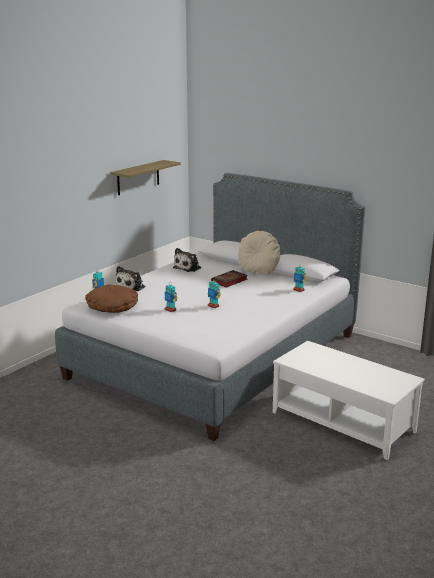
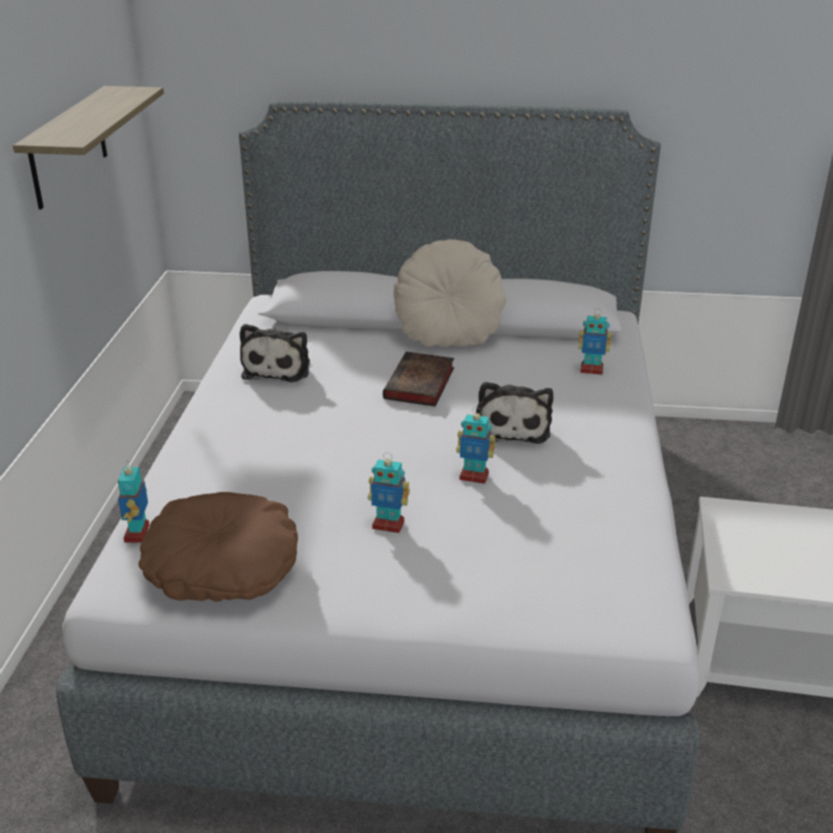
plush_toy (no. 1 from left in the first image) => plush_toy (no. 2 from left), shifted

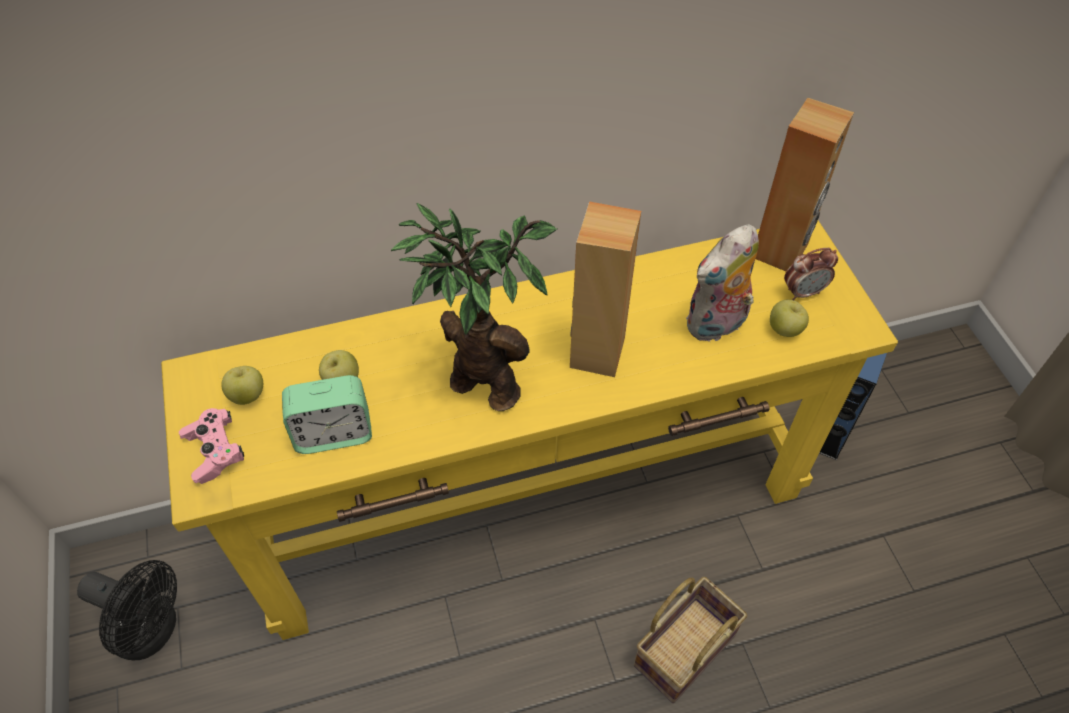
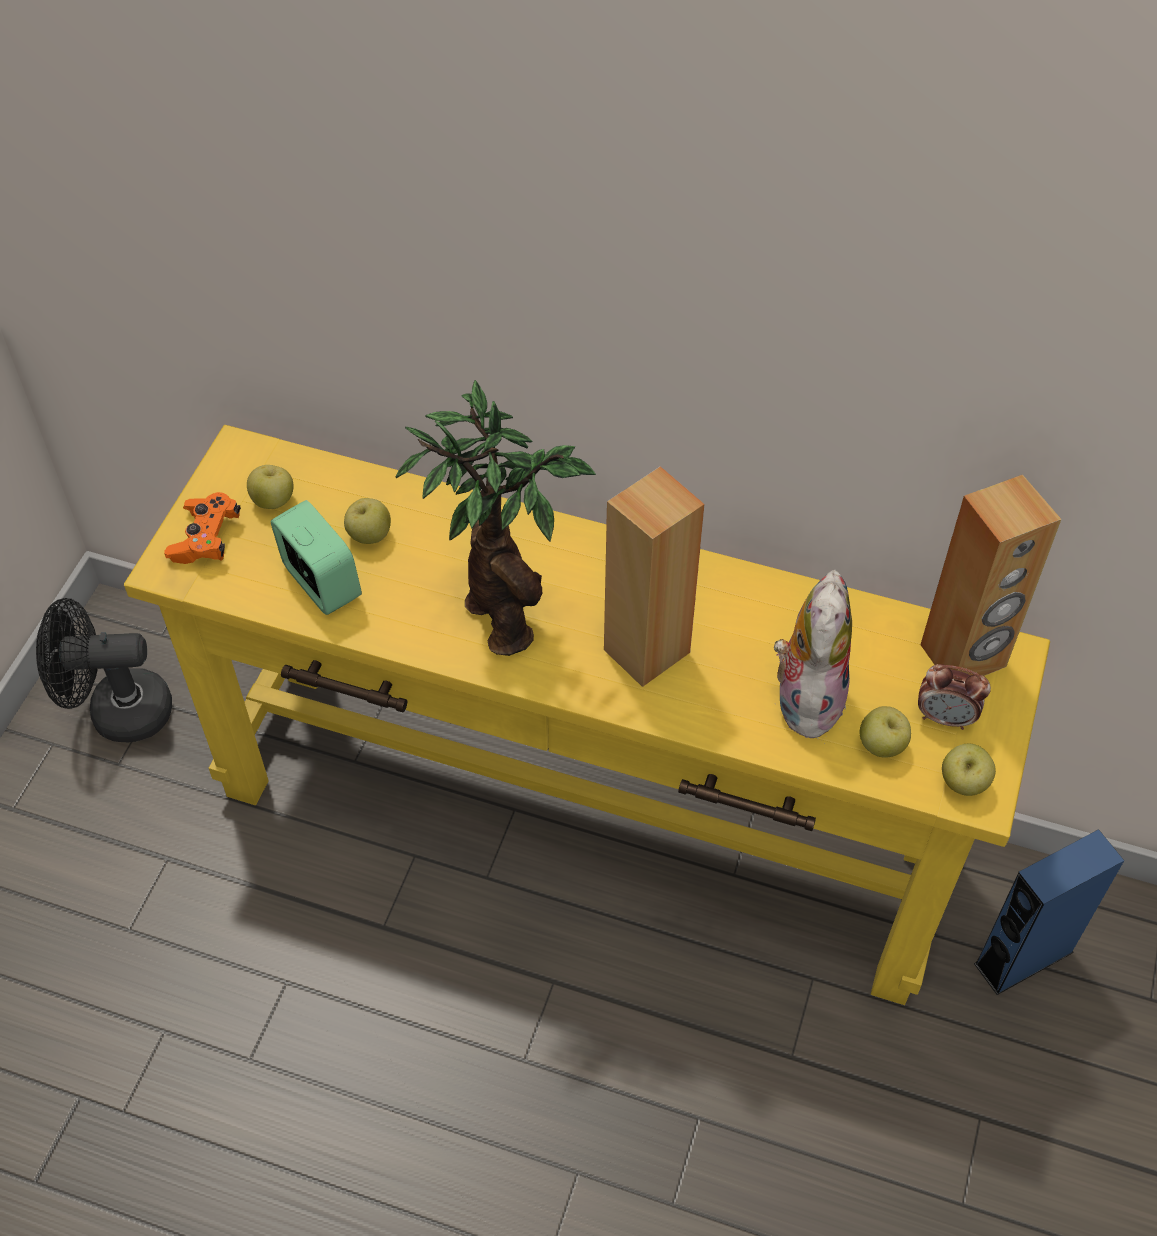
black_fan, 120 degrees clockwise
pink_game_controller => orange_game_controller
alarm_clock (no. 1 from left), 150 degrees counterclockwise
plush_toy, 105 degrees clockwise
nothing => apple (no. 4 from left)
basket => nothing

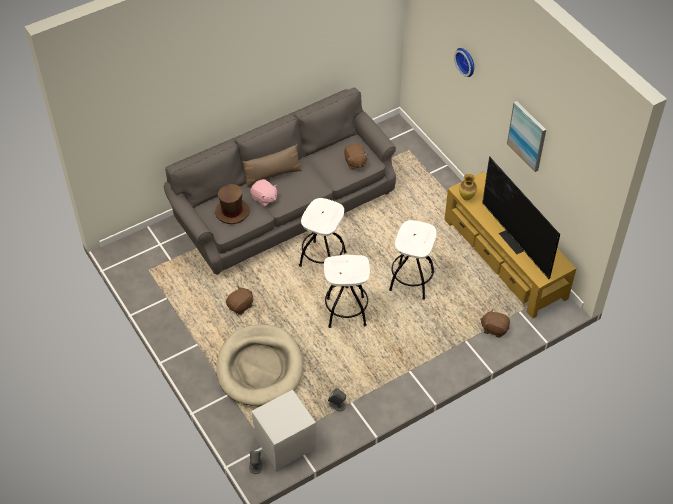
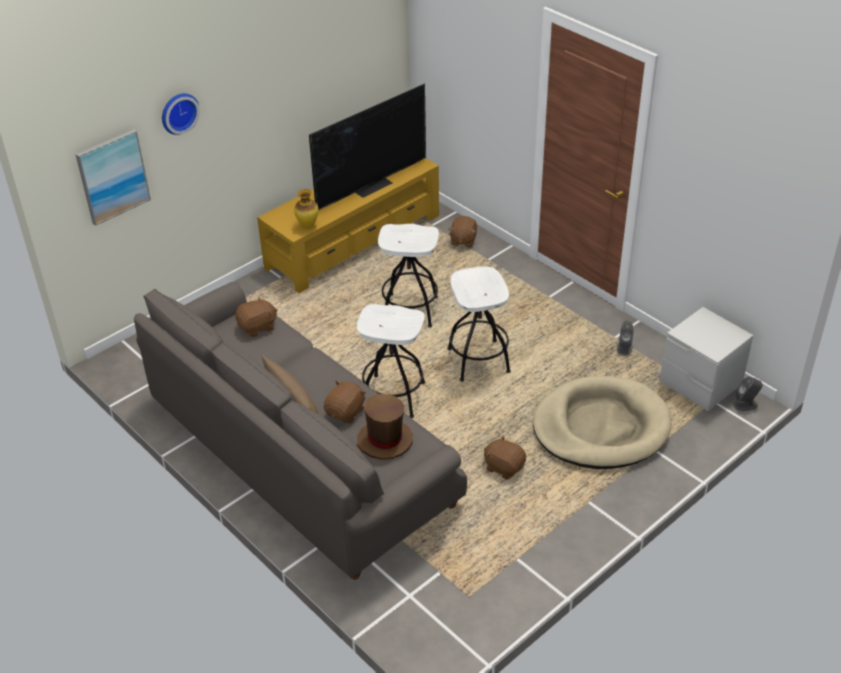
picture, shifted
pink_plush_toy => brown_plush_toy (no. 2 from left)

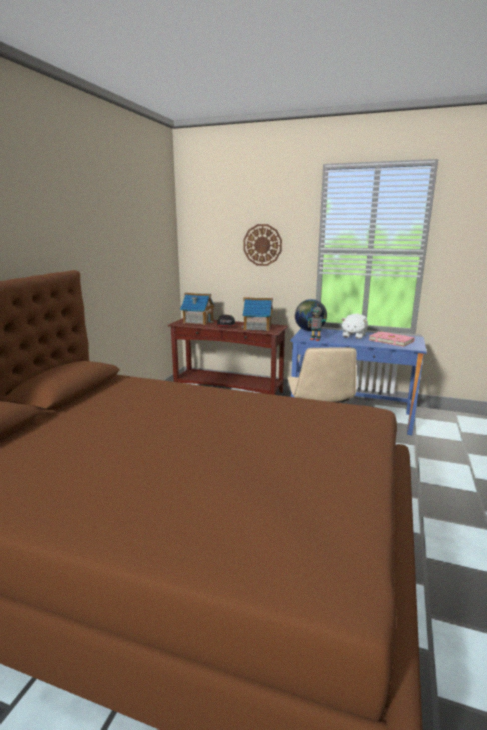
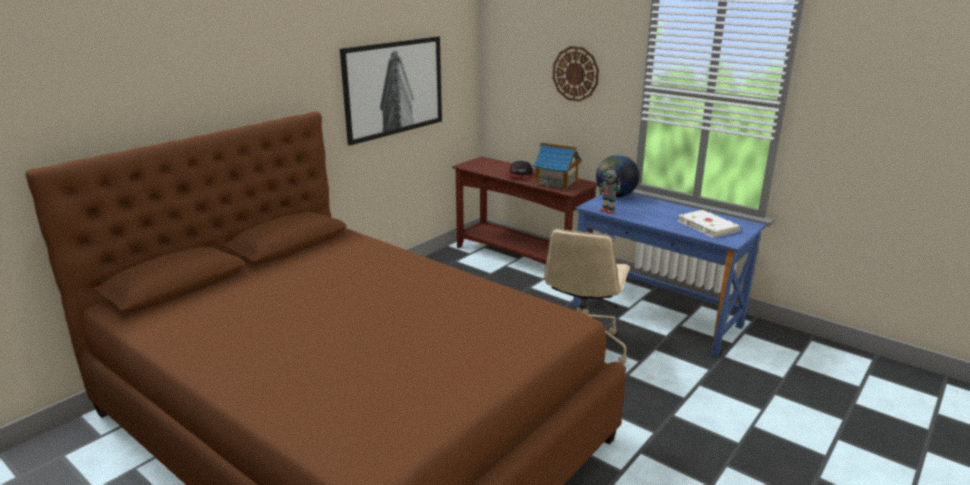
nothing => picture
pink_book => white_book
toy_house (no. 1 from left) => nothing
white_plush_toy => nothing

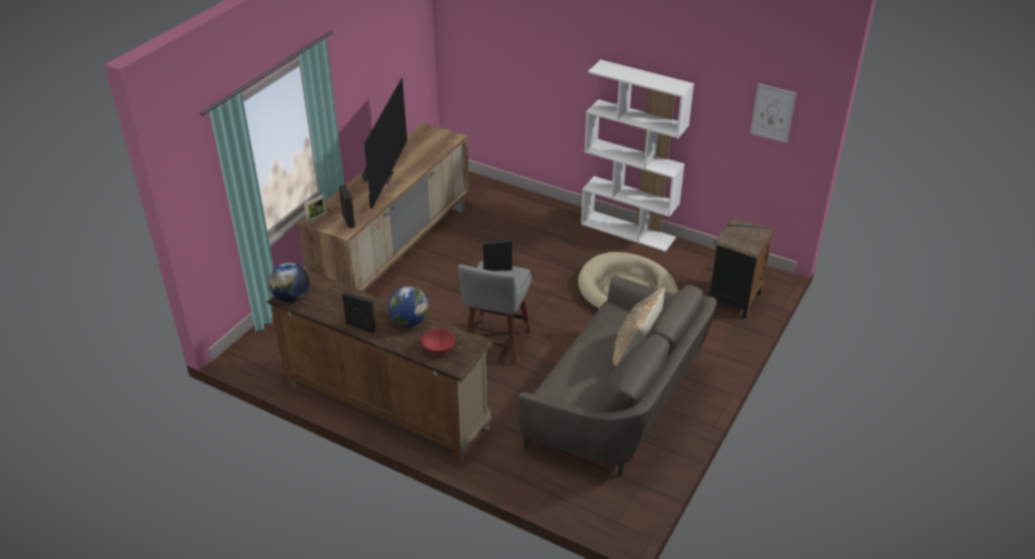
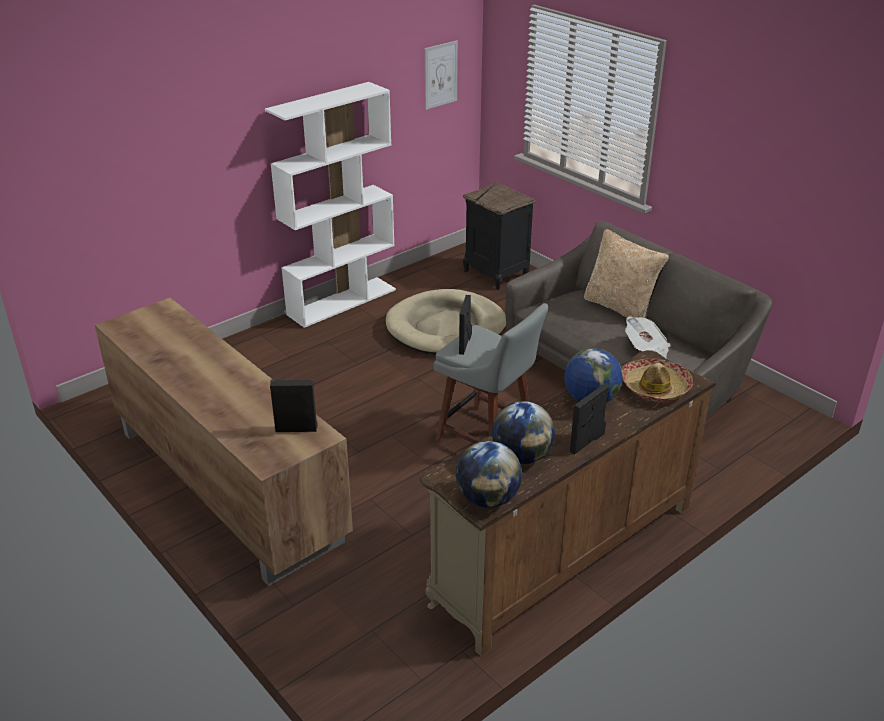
nothing => globe (no. 2 from left)
red_bowl => hat
nothing => newspaper
picture_frame (no. 1 from left) => nothing
television => nothing

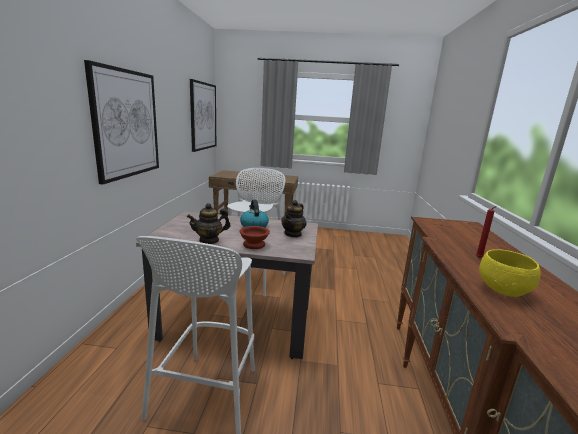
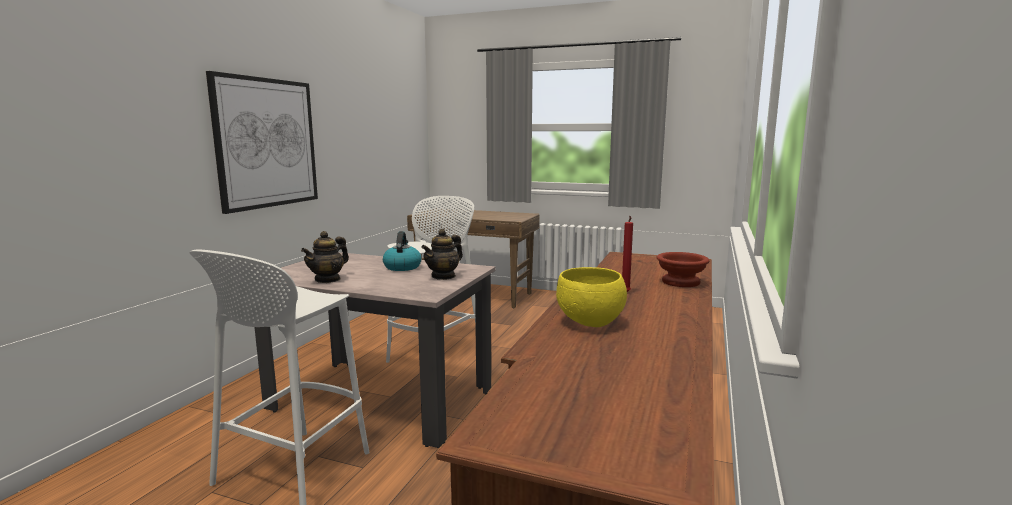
teapot (no. 1 from left), 45 degrees counterclockwise
brown_bowl, shifted
picture (no. 2 from left) => nothing

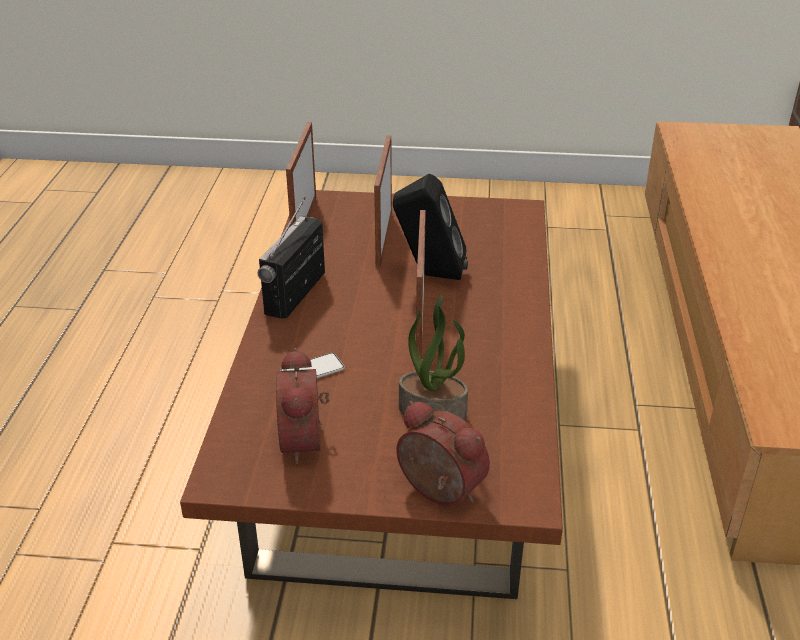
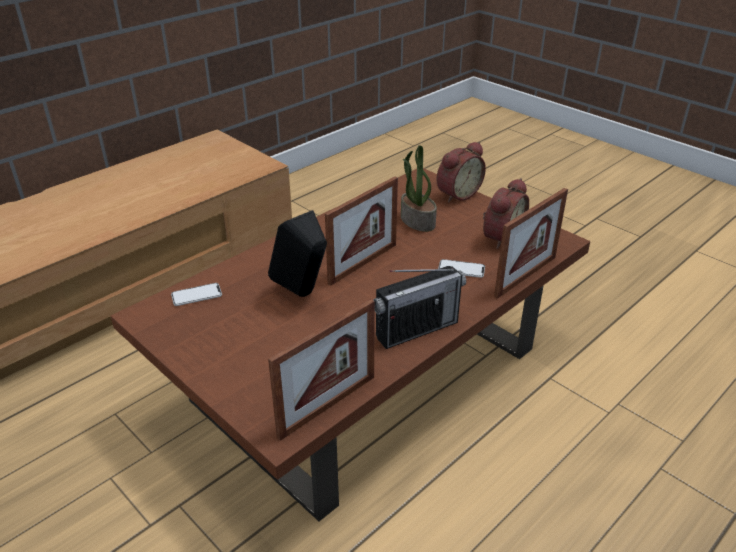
nothing => phone (no. 1 from left)
alarm_clock (no. 2 from left in the first image) => alarm_clock (no. 1 from left), 120 degrees counterclockwise
picture_frame (no. 2 from left in the first image) => picture_frame (no. 3 from left), shifted

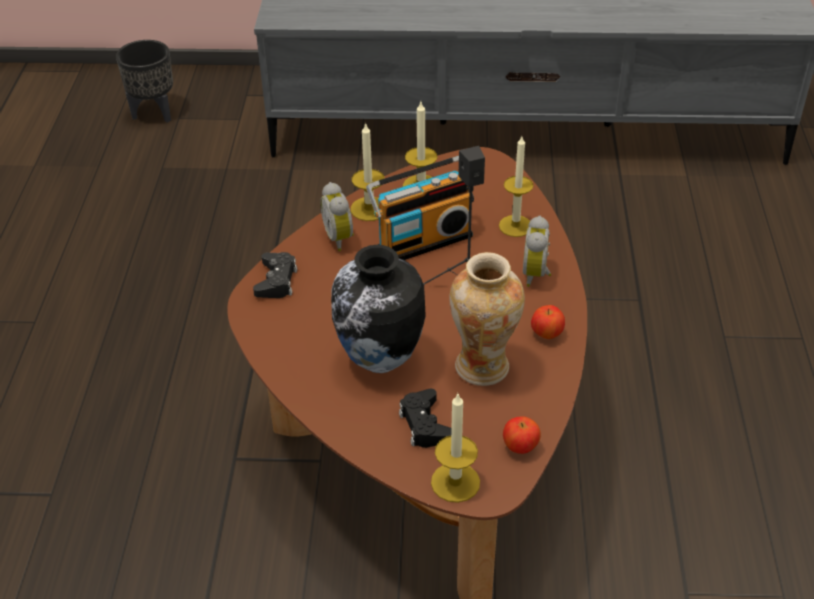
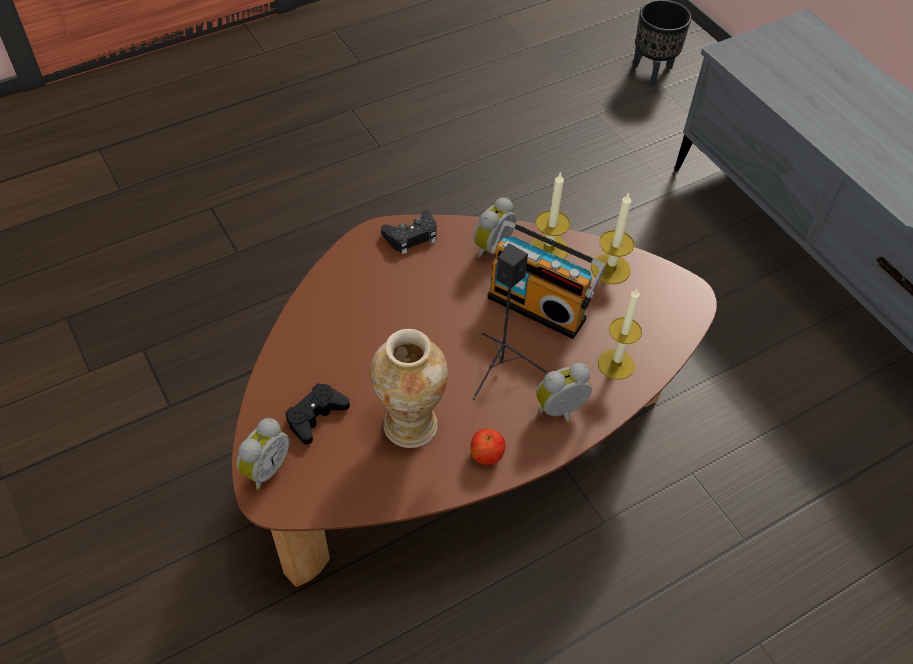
candle (no. 3 from left) => alarm_clock (no. 1 from left)
vase (no. 1 from left) => nothing
apple (no. 1 from left) => nothing

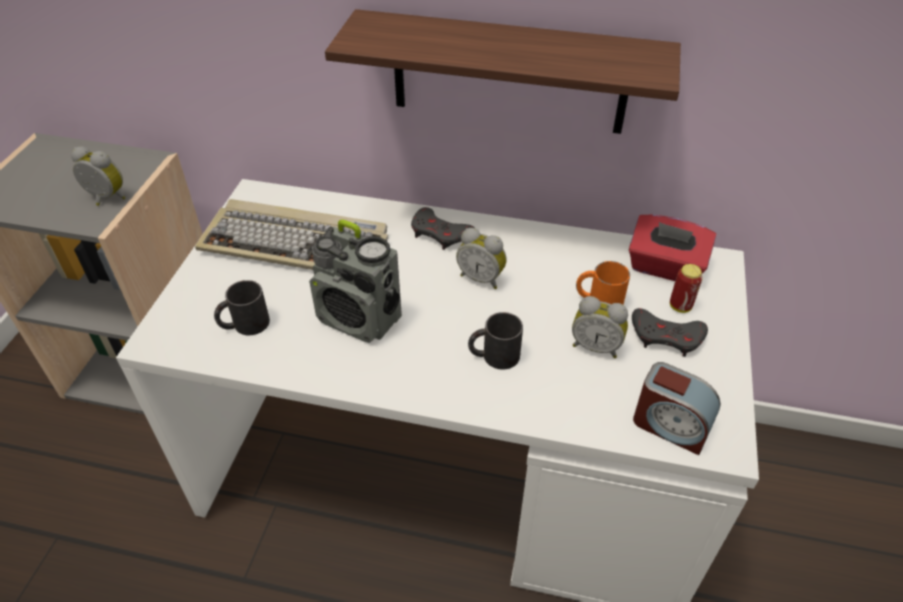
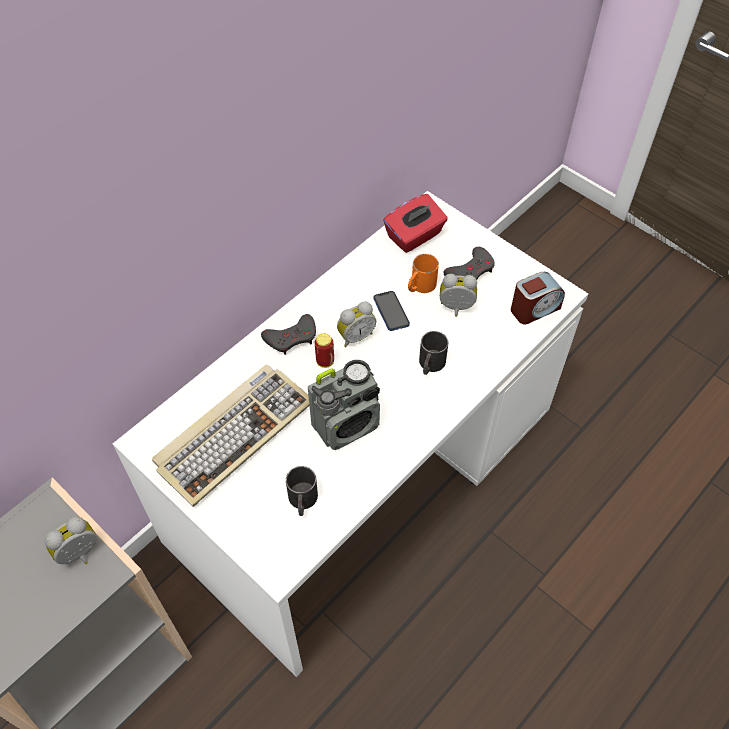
can, shifted
nothing => phone
alarm_clock (no. 3 from left), 135 degrees counterclockwise
shelf => nothing

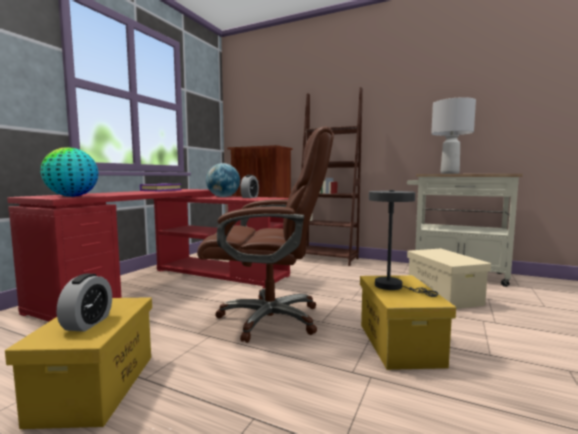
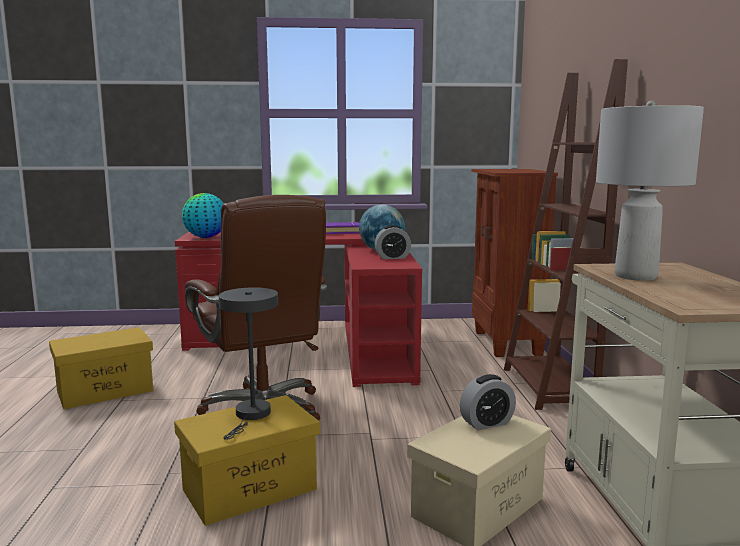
alarm_clock (no. 1 from left in the first image) => alarm_clock (no. 2 from left), shifted

